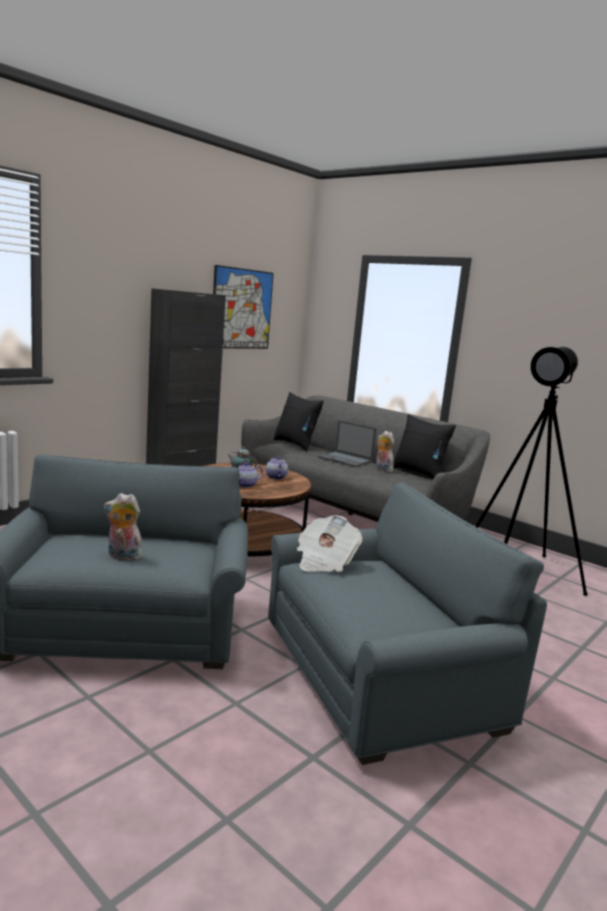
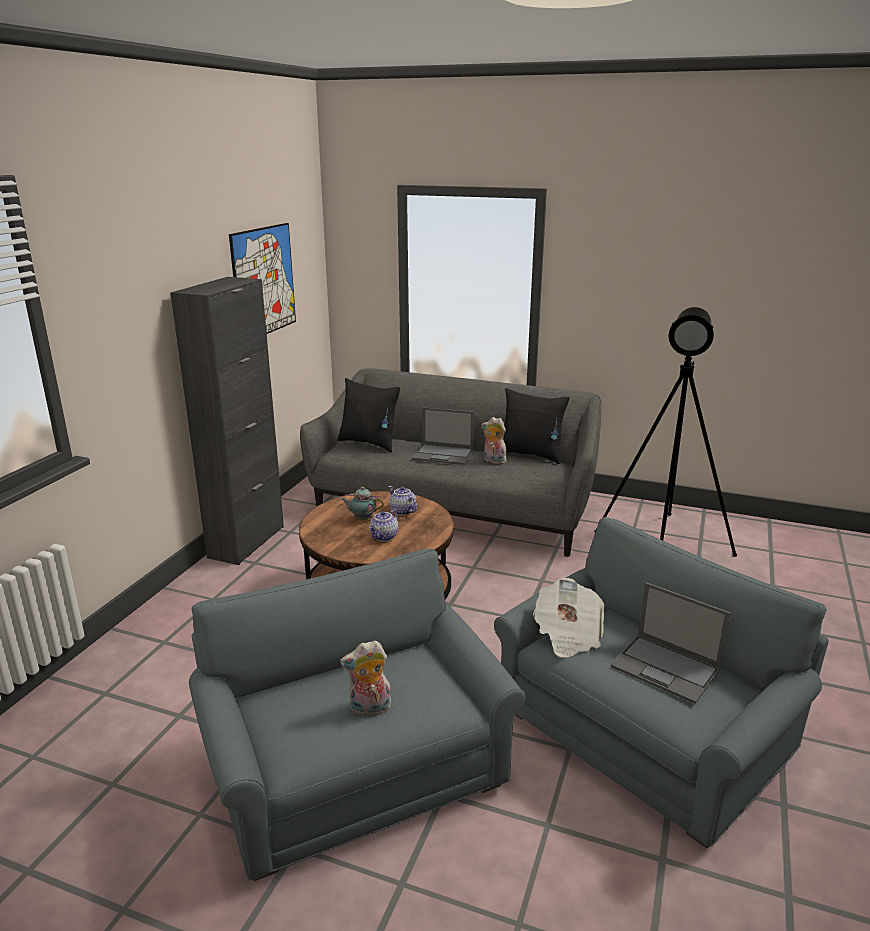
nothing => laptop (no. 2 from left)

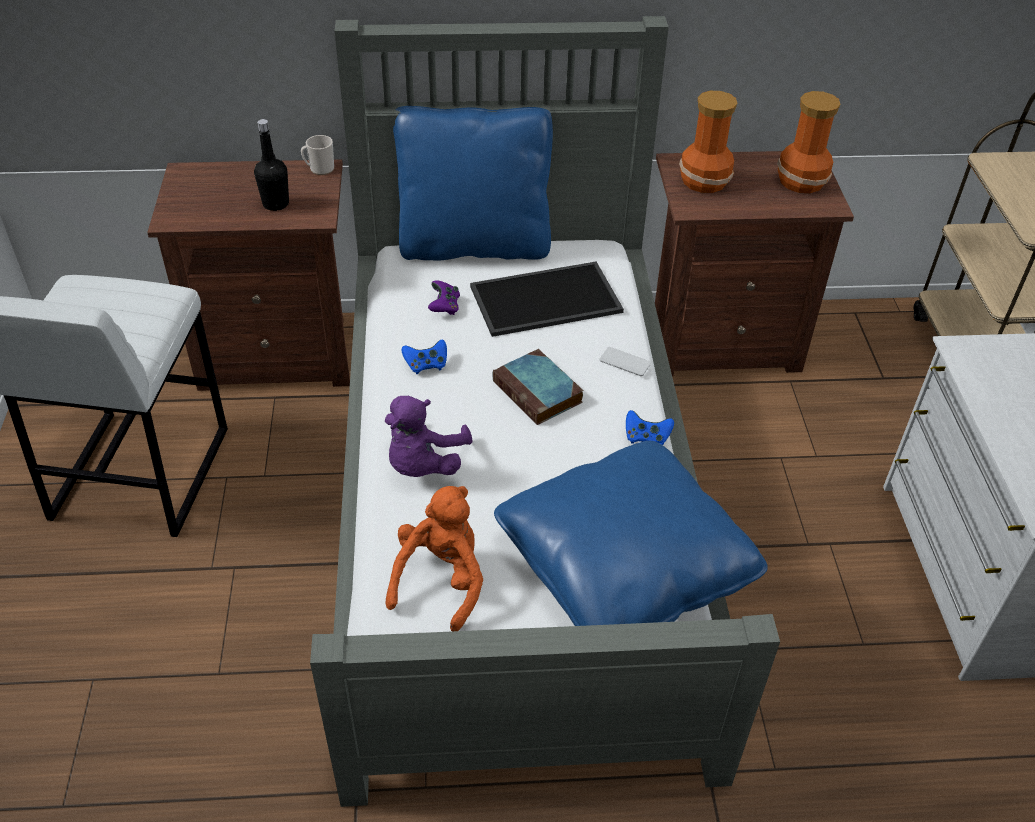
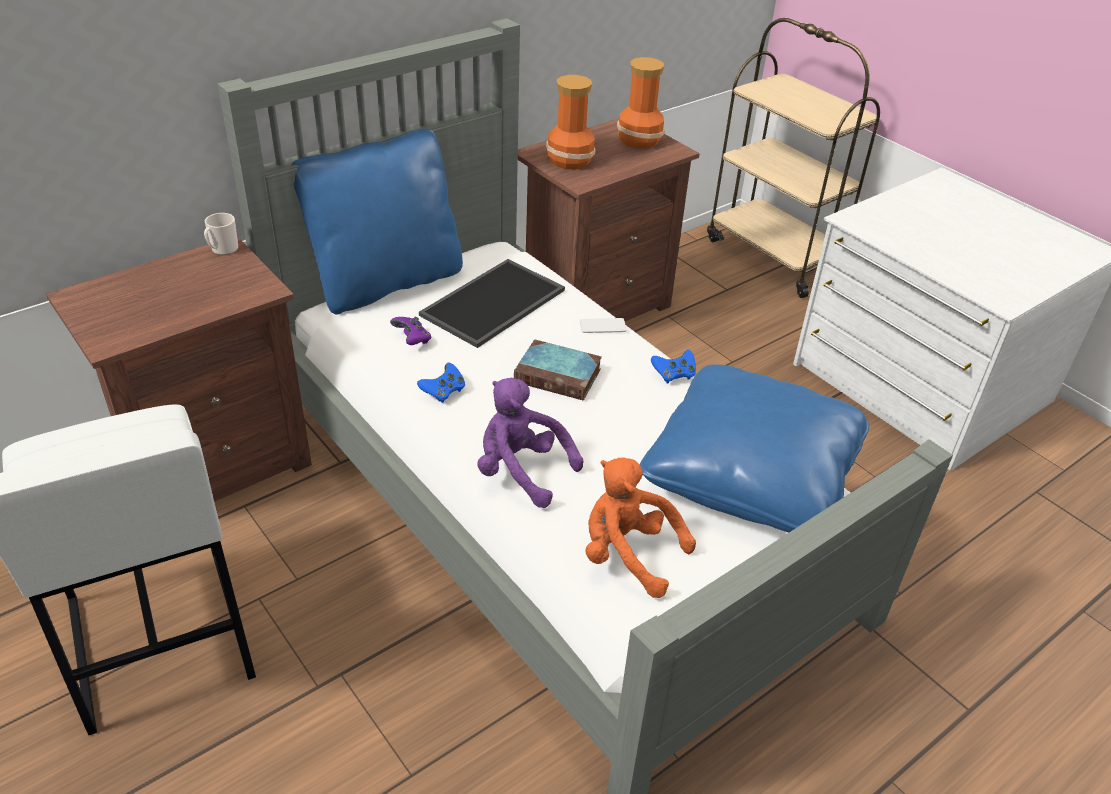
purple_plush_toy, 135 degrees clockwise
orange_plush_toy, 45 degrees counterclockwise
black_bottle => nothing

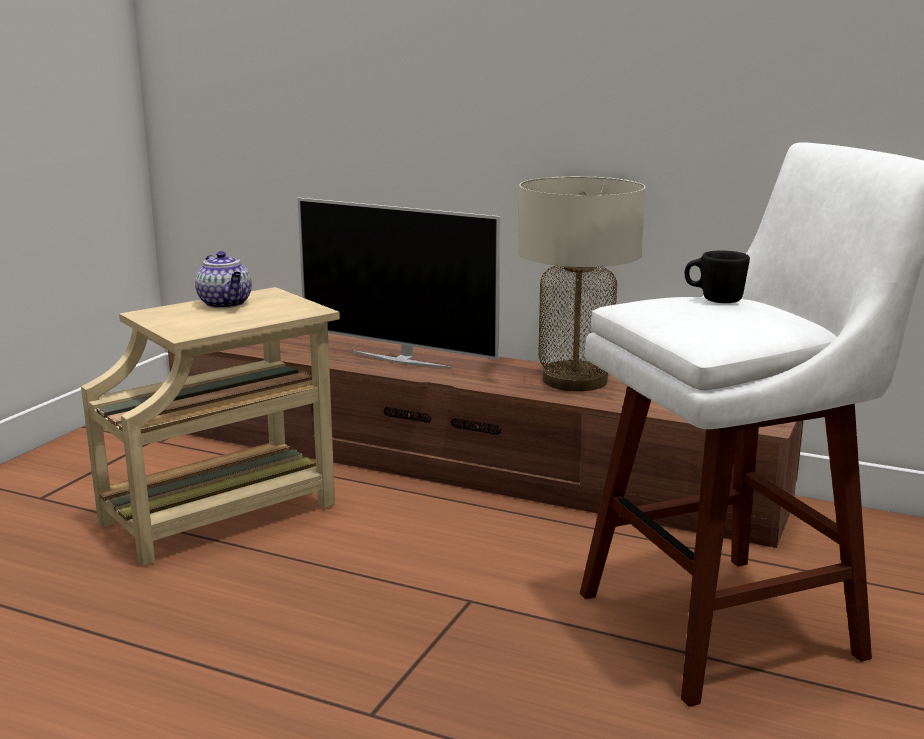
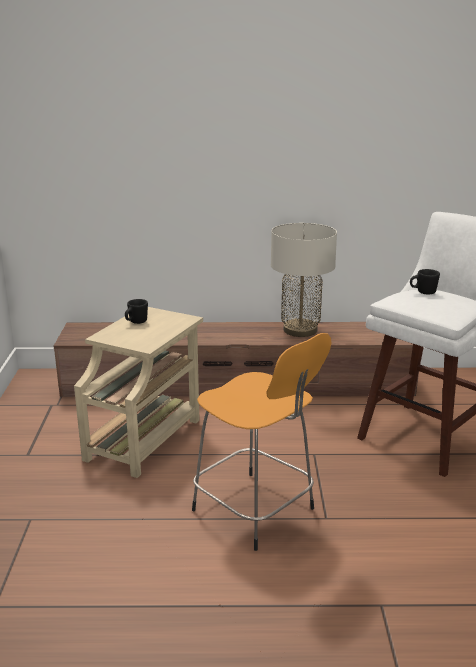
teapot => black_mug (no. 1 from left)
nothing => orange_stool
television => nothing

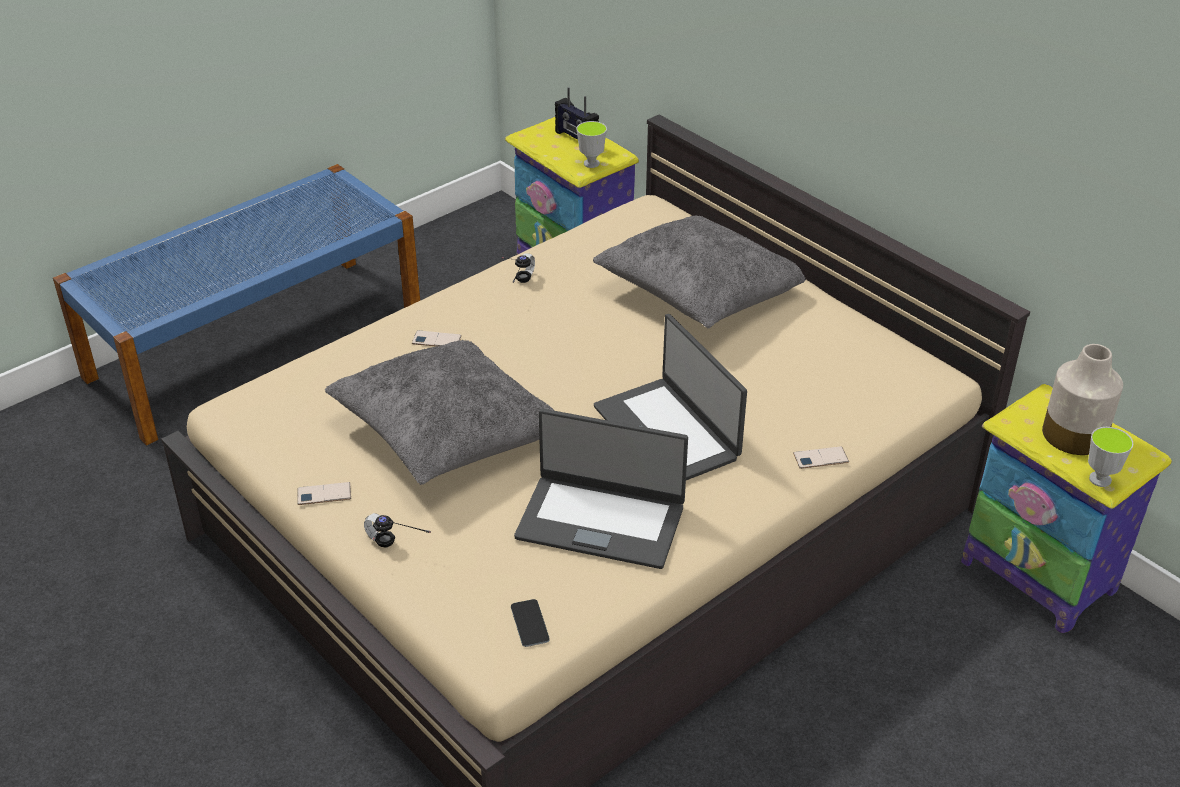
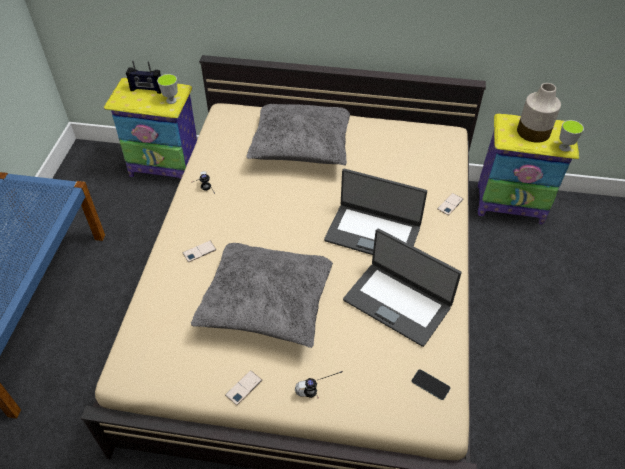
laptop (no. 1 from left in the first image) => laptop (no. 2 from left), 60 degrees clockwise

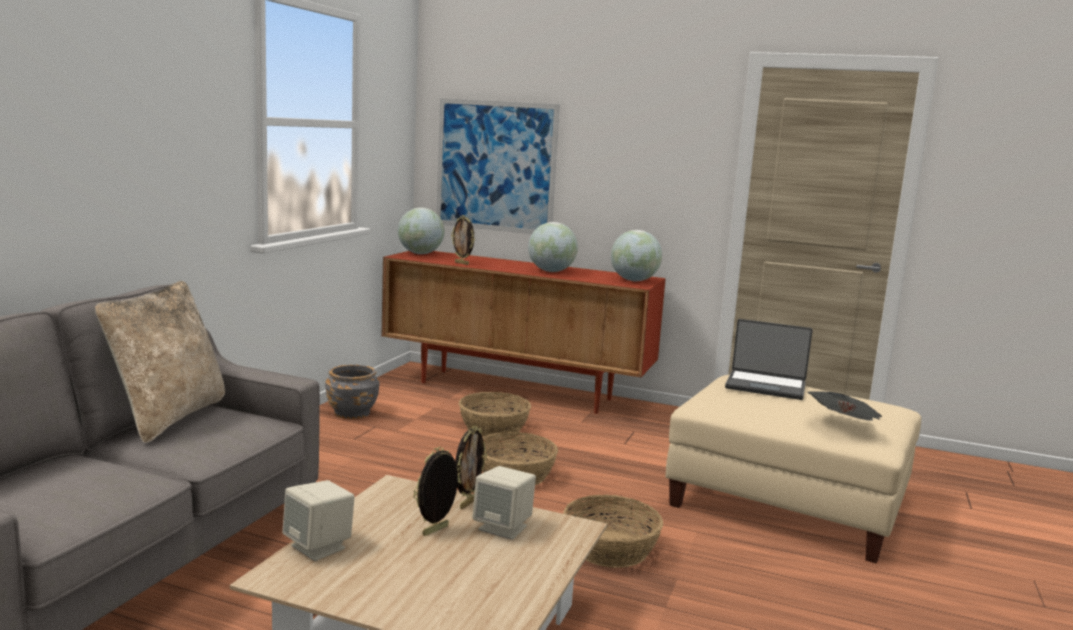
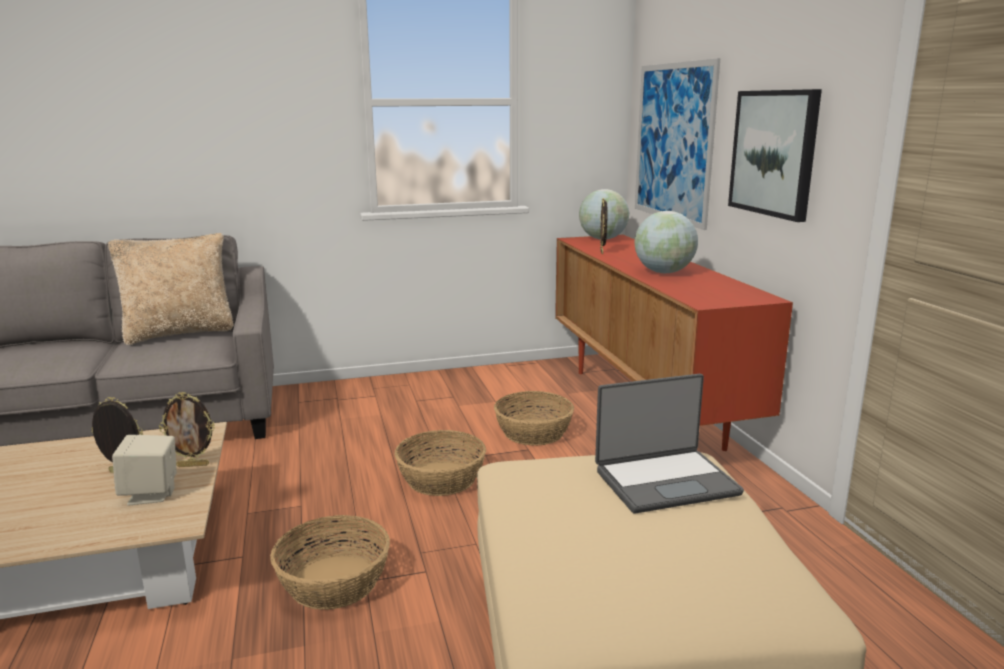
laptop, 90 degrees counterclockwise
nothing => picture (no. 2 from left)
beige_speaker (no. 1 from left) => nothing
grey_planter => nothing
globe (no. 3 from left) => nothing
newspaper => nothing

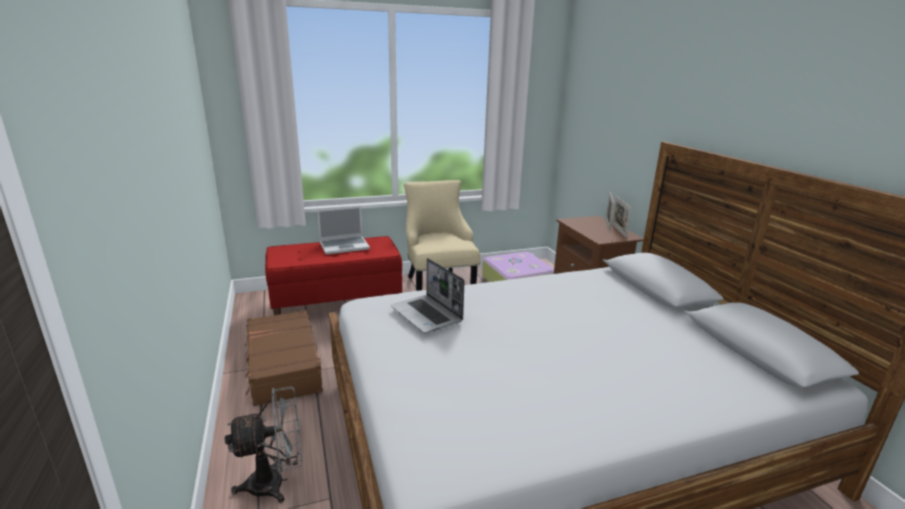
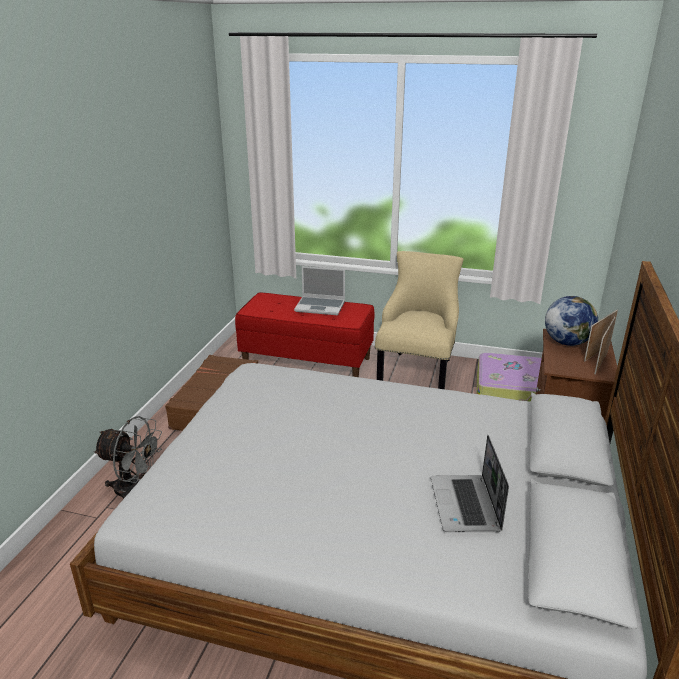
laptop (no. 2 from left), shifted
nothing => globe

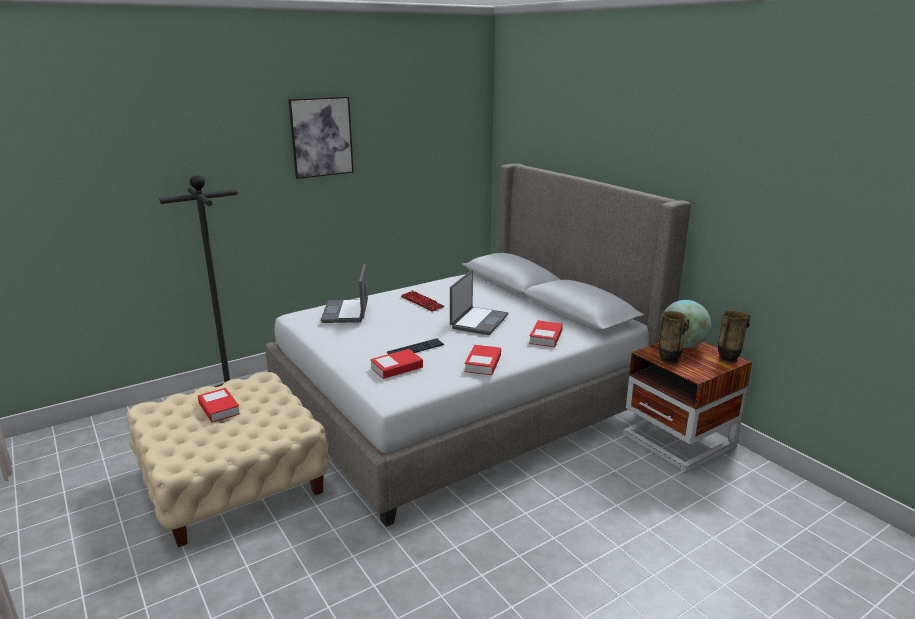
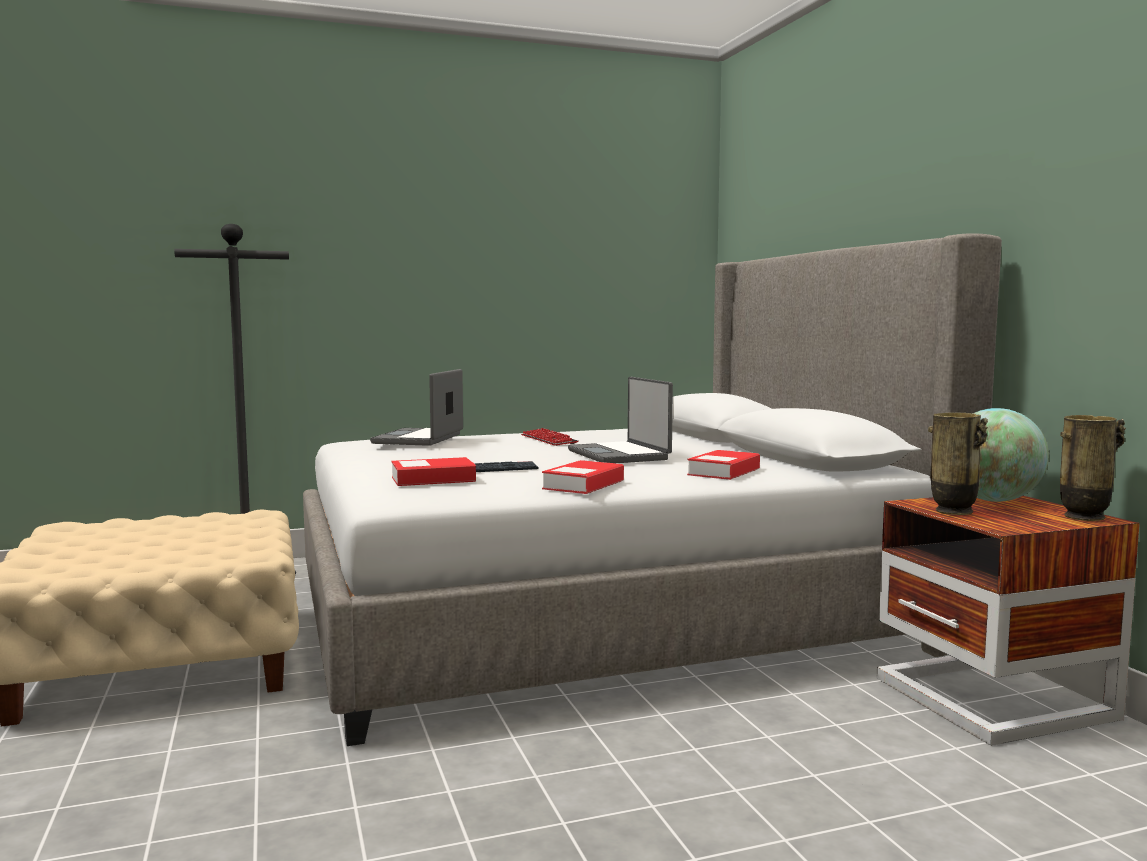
laptop (no. 2 from left), 120 degrees clockwise
book (no. 1 from left) => nothing
picture => nothing

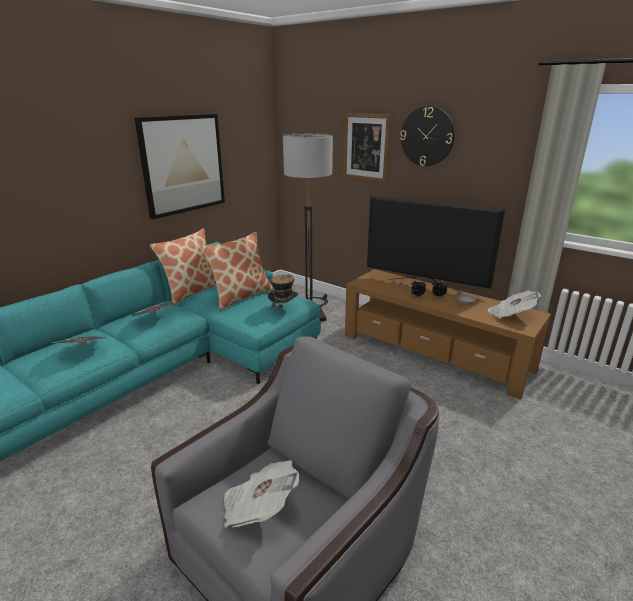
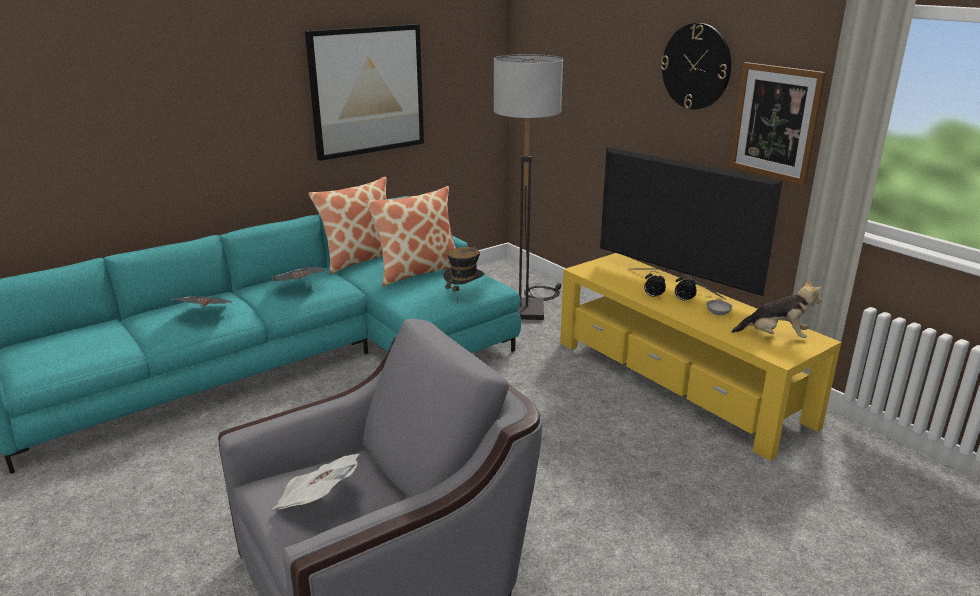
brown_tv_stand => yellow_tv_stand
picture (no. 2 from left), shifted
newspaper (no. 4 from left) => plush_toy

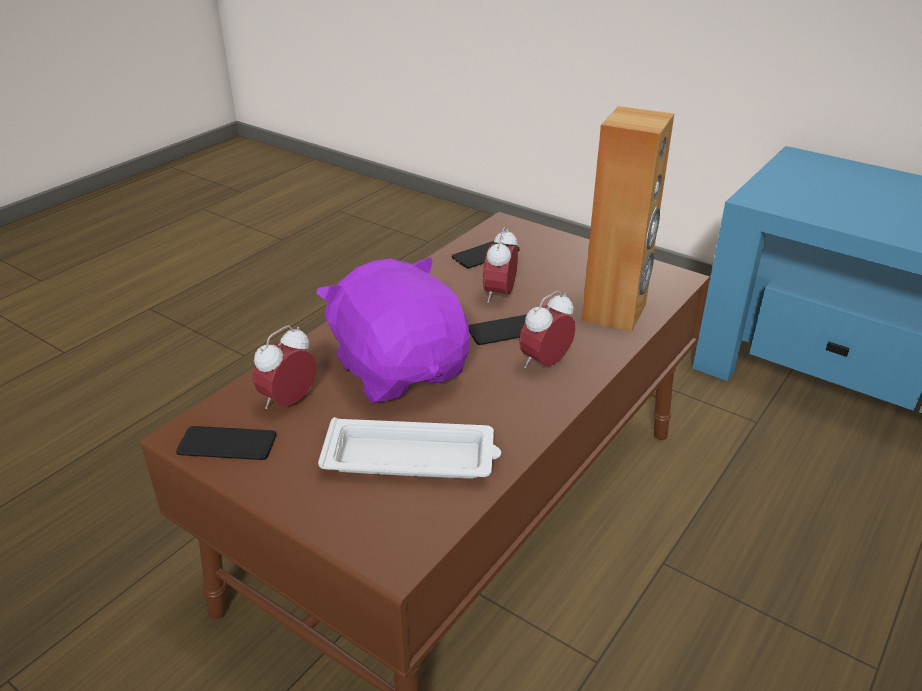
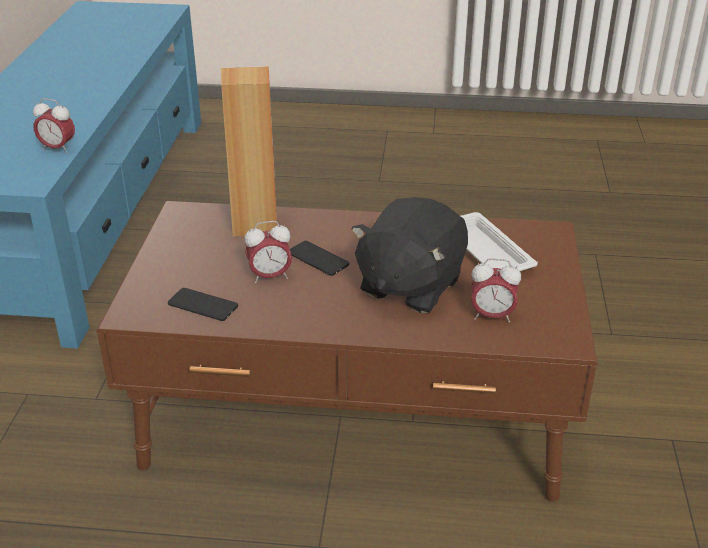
alarm_clock (no. 3 from left in the first image) => alarm_clock (no. 1 from left), shifted
purple_plush_toy => black_plush_toy
phone (no. 1 from left) => nothing

